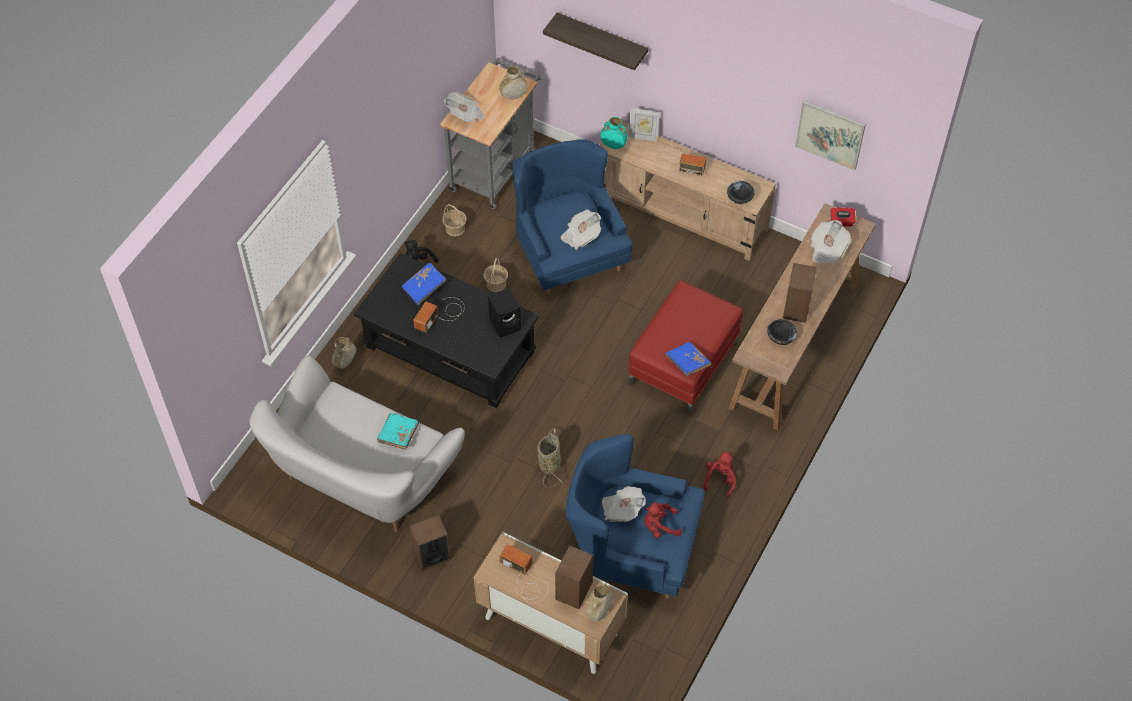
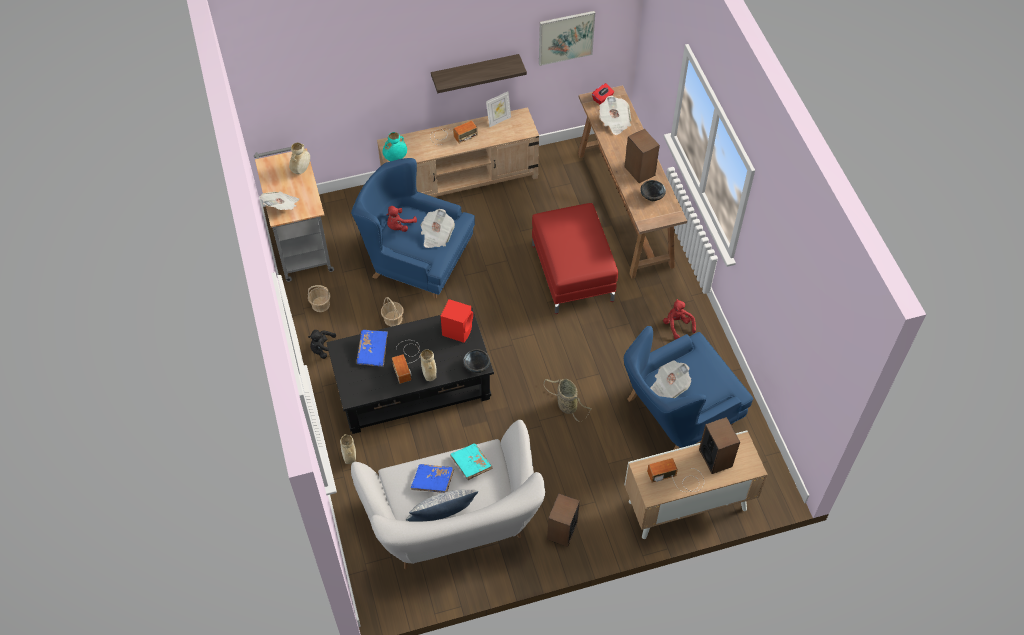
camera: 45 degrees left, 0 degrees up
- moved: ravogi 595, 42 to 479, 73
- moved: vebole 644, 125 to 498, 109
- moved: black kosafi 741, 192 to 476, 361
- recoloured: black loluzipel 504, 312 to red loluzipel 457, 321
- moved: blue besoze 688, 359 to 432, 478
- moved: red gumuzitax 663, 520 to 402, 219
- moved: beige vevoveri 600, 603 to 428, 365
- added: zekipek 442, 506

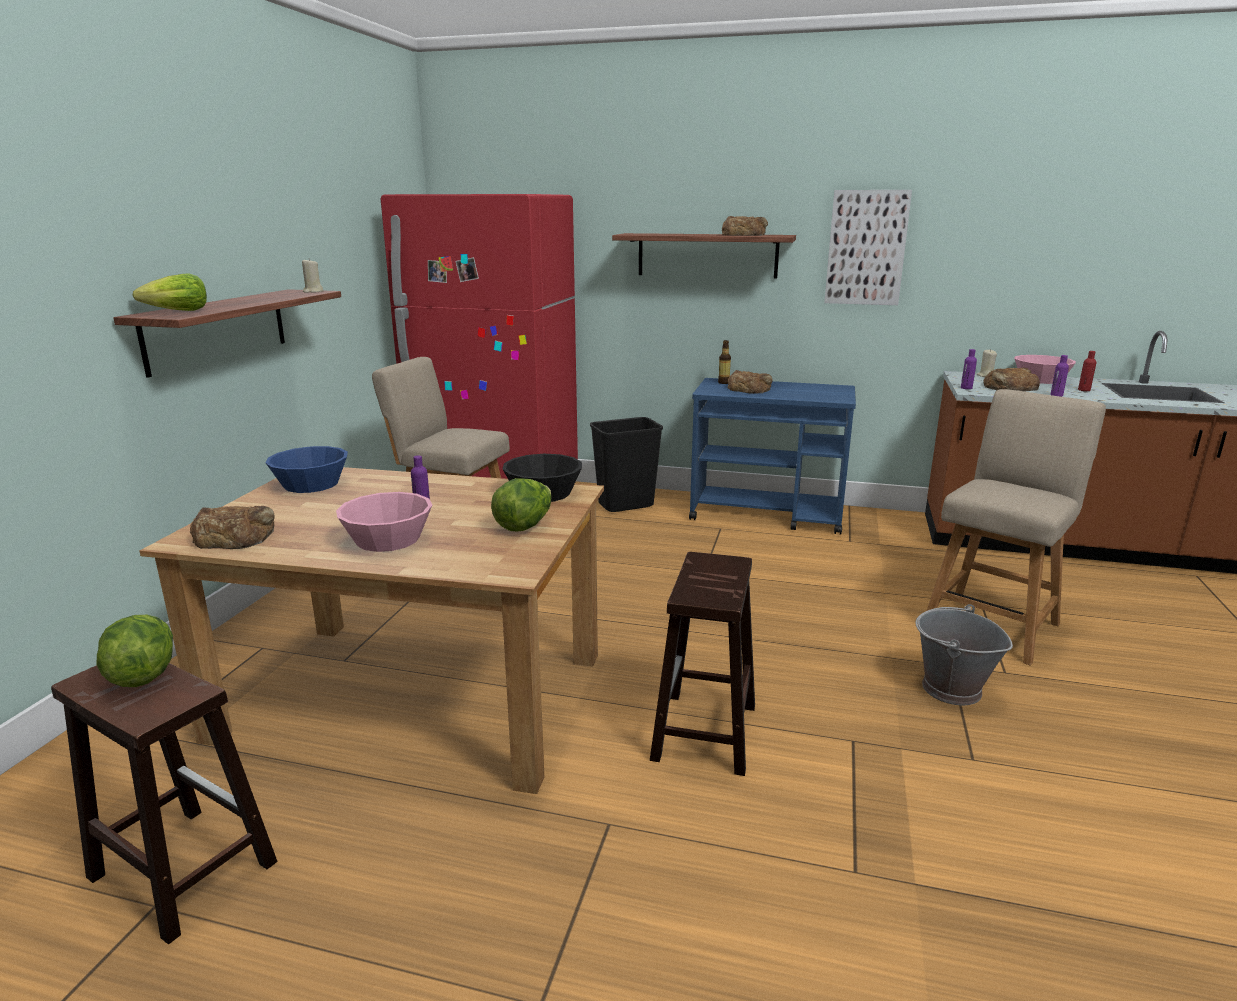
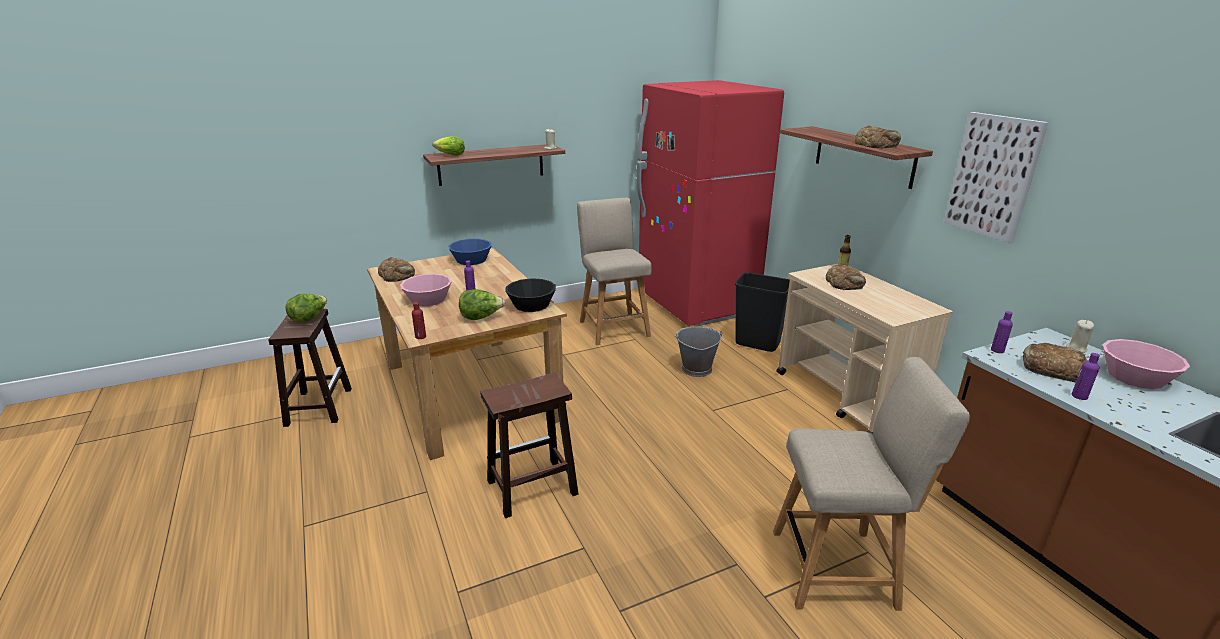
camera: 50 degrees right, 5 degrees up
- moved: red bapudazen 1087, 371 to 419, 320
- recoloured: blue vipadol 772, 456 to beige vipadol 864, 349
- moved: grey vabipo 964, 654 to 699, 351

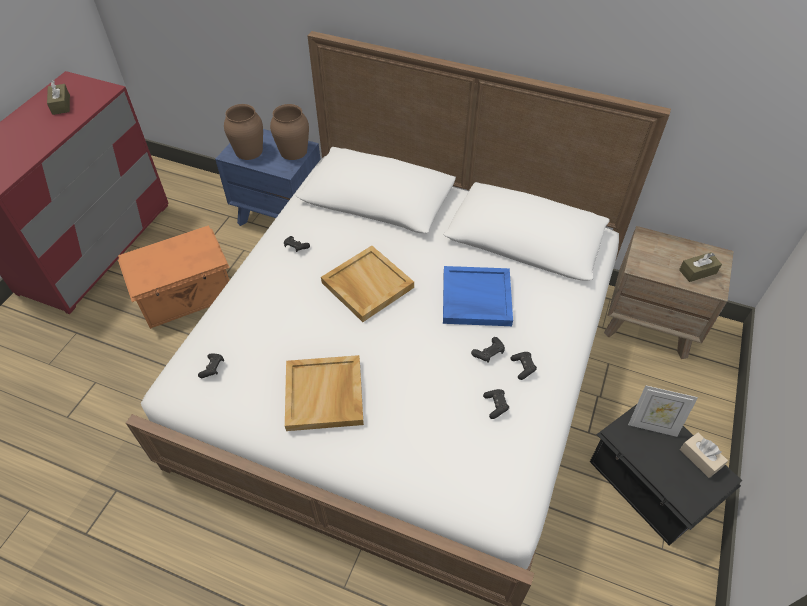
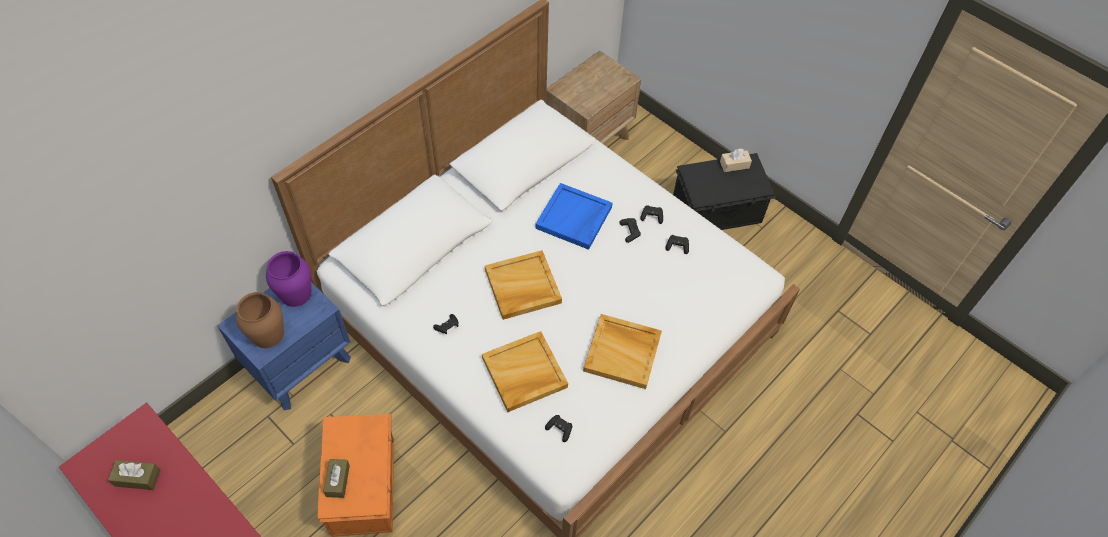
camera: 70 degrees left, 5 degrees up
- recoloured: brown vevoveri 289, 132 to purple vevoveri 288, 279
- moved: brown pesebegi 700, 267 to 336, 478
- removed: vebole 663, 411
- added: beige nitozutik 525, 371

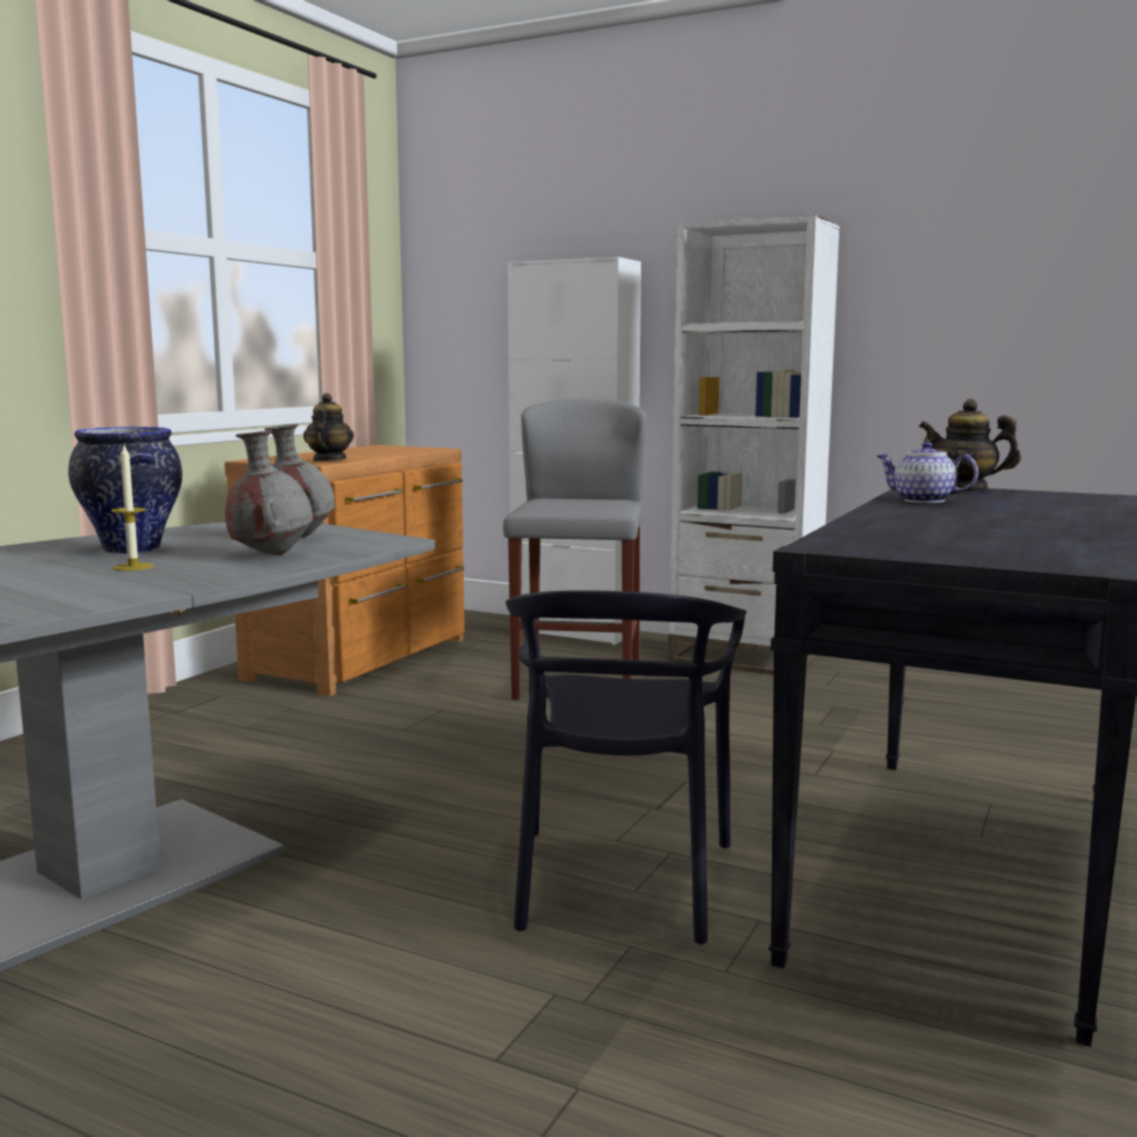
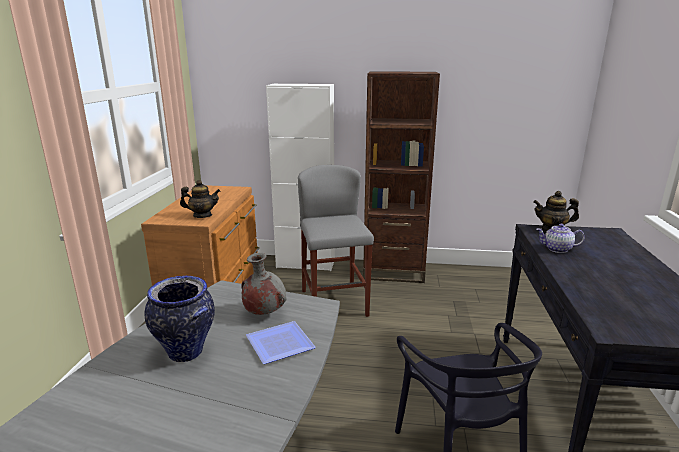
camera: 20 degrees left, 10 degrees up
- recoloured: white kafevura 754, 445 to brown kafevura 401, 177
- turned: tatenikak 329, 427 = 200, 199 105 degrees clockwise
- replaced: grey vevoveri 269, 492 to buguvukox 281, 342
- removed: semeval 132, 508

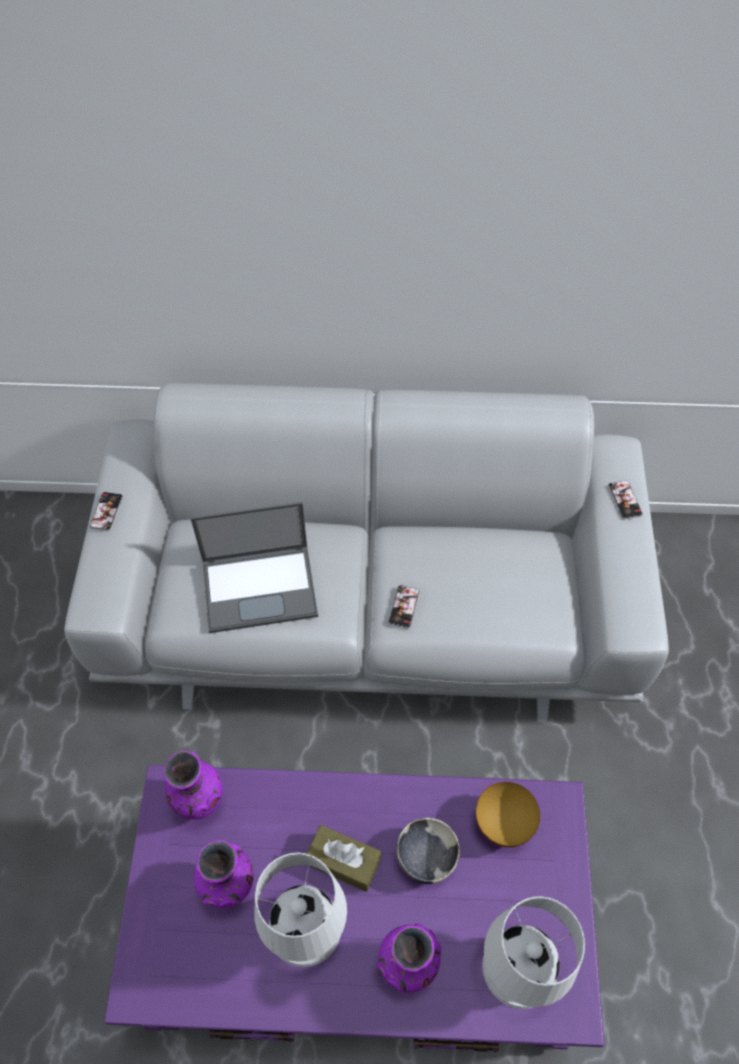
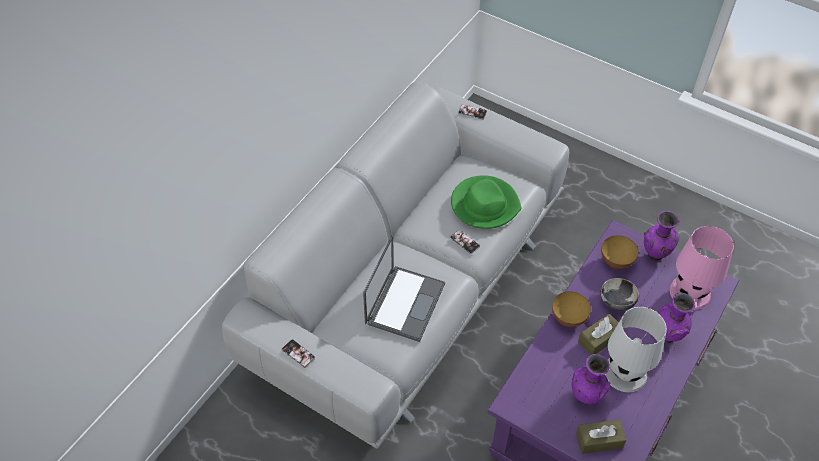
camera: 60 degrees left, 5 degrees down
- moved: purple vevoveri 193, 784 to 661, 236
- recoloured: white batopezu 533, 952 to pink batopezu 701, 268
- added: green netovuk 486, 202
- added: kosafi 571, 309
- added: brown pesebegi 601, 437

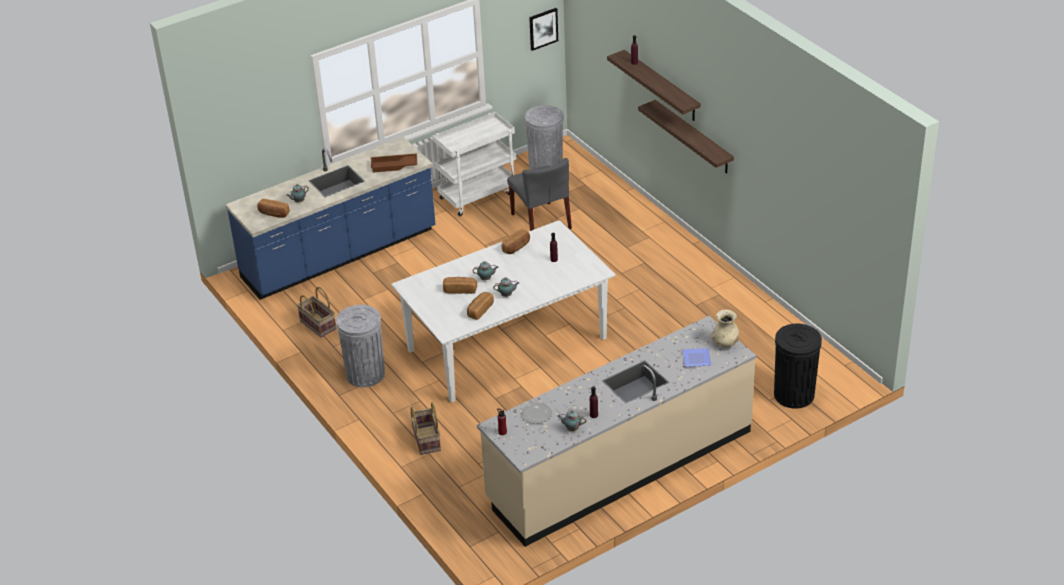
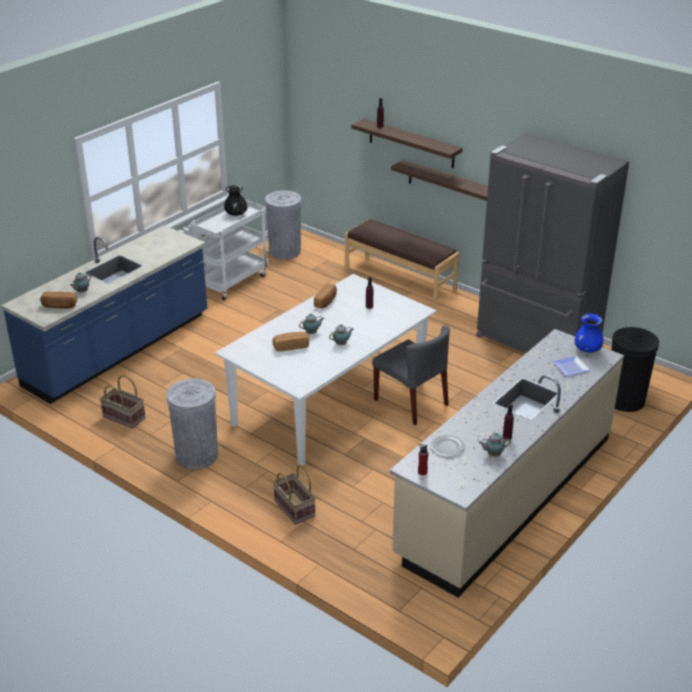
camera: 20 degrees left, 5 degrees down
- removed: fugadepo 543, 29
- removed: brown nitozutik 394, 163
- moved: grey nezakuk 539, 194 to 411, 375
- removed: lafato 480, 306
- recoloured: beige vevoveri 725, 328 to blue vevoveri 589, 333
- added: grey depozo 552, 242
- added: black vevoveri 235, 200
- added: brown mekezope 402, 262

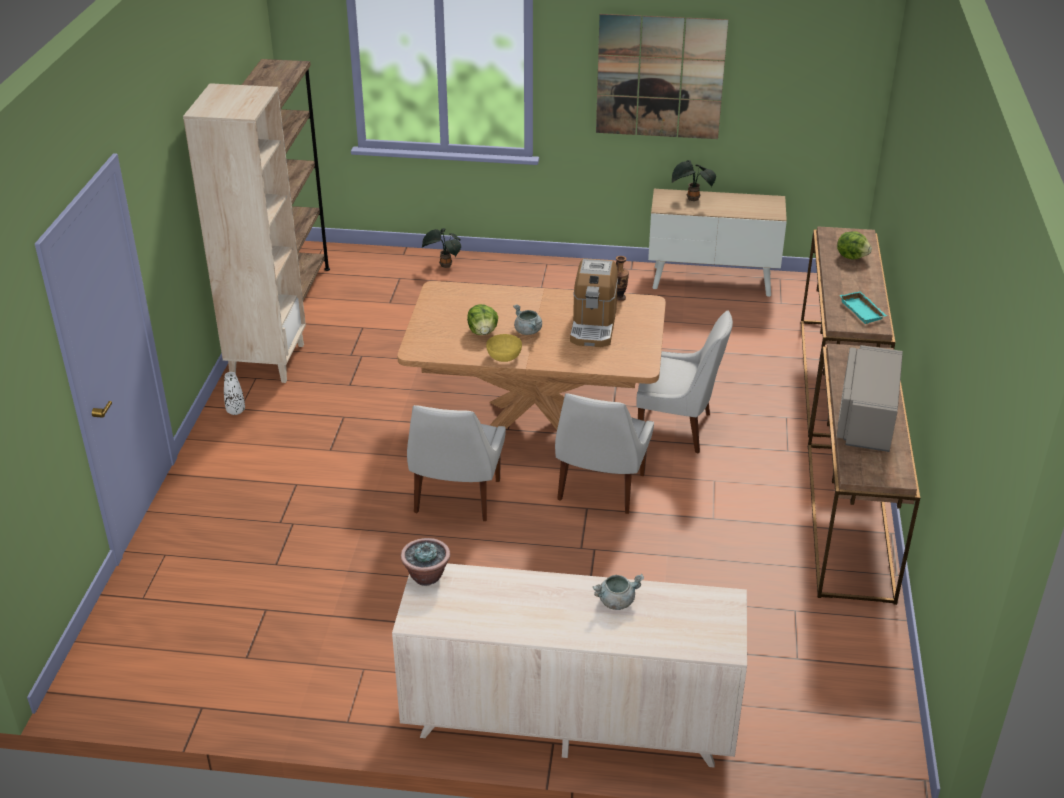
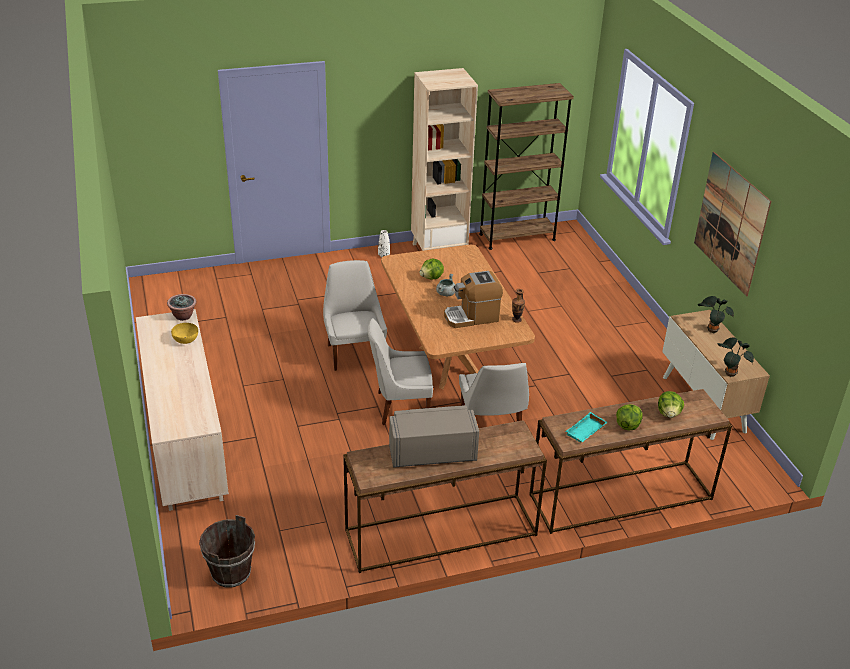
camera: 65 degrees right, 0 degrees up
- moved: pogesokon 441, 248 to 735, 357
- moved: yellow kosafi 504, 348 to 184, 333
- turned: white nezakuk 456, 463 = 355, 315 90 degrees clockwise
- removed: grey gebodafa 618, 592
- added: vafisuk 629, 417
- added: brown vabipo 227, 551

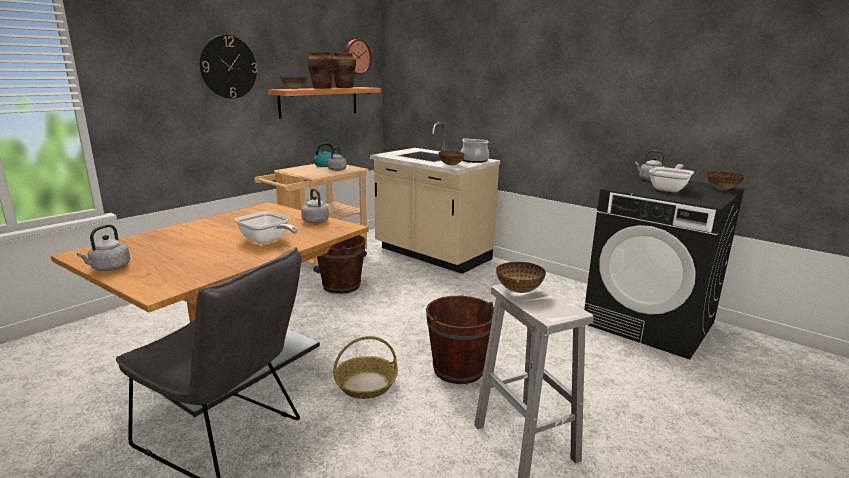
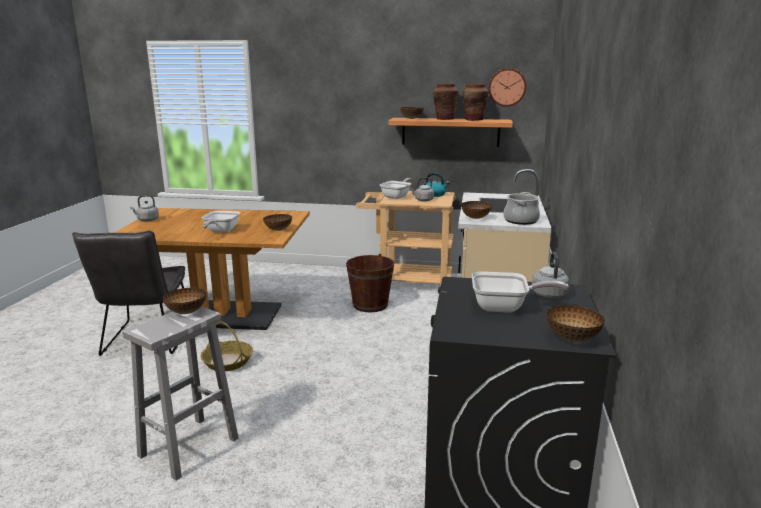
camera: 60 degrees right, 0 degrees up
- removed: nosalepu 229, 67
- replaced: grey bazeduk 315, 205 to kosafi 277, 222
- removed: brown vabipo 460, 340
- added: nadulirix 396, 188

